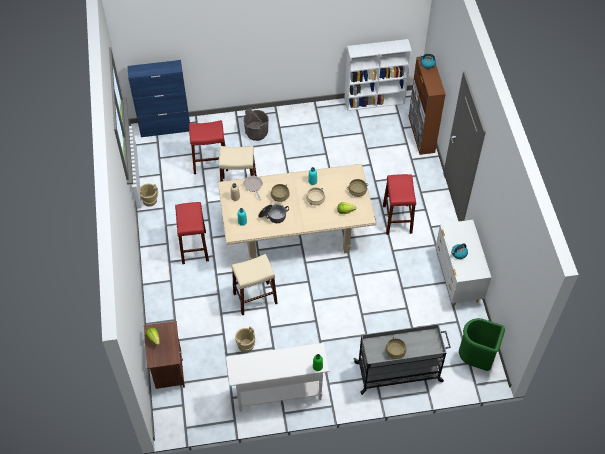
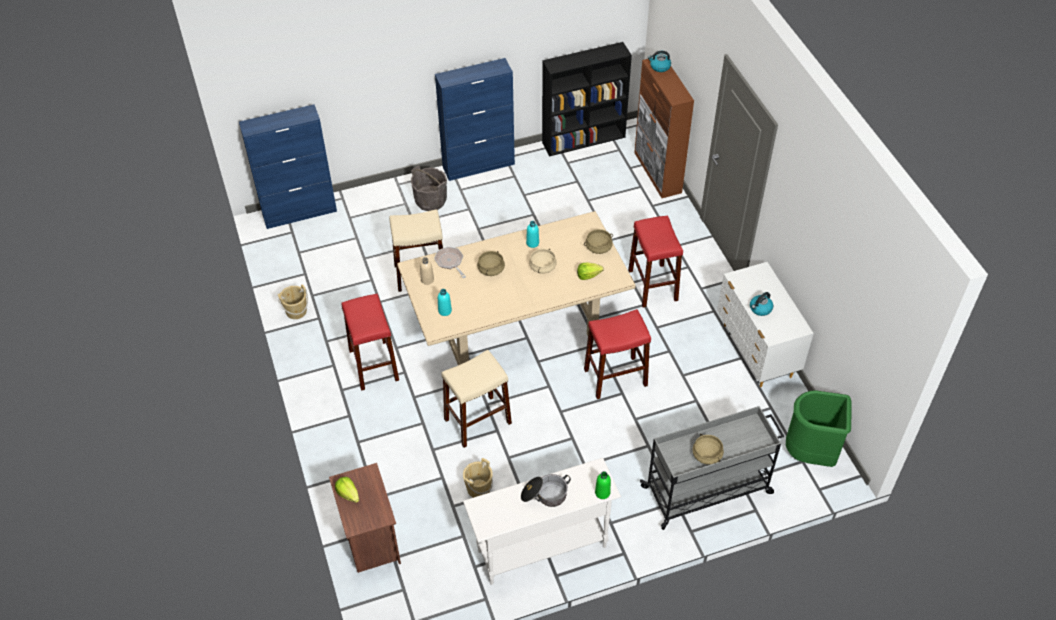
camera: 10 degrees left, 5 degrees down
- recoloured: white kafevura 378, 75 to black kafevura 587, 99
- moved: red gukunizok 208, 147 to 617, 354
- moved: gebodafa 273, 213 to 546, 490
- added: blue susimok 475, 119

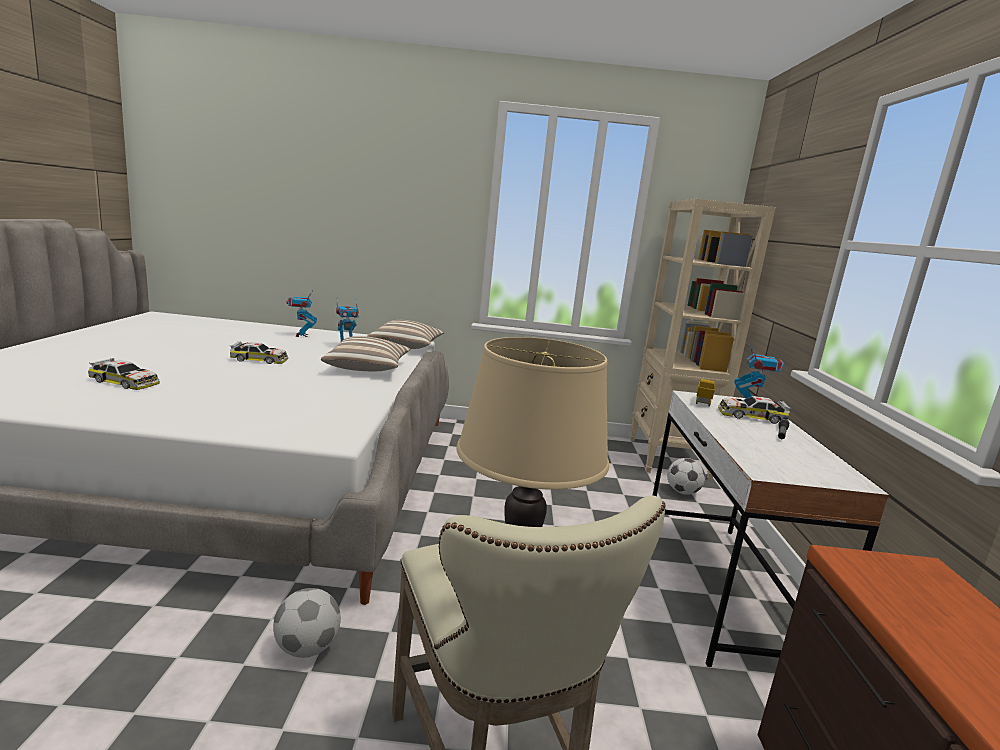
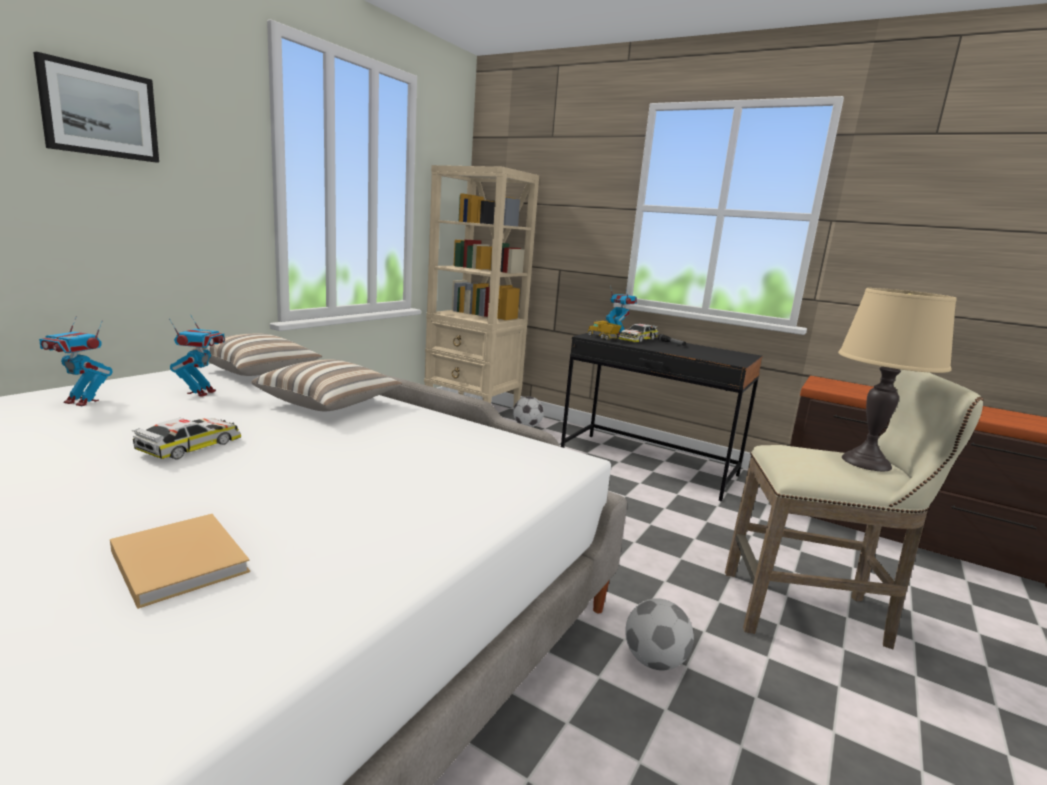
camera: 60 degrees left, 0 degrees up
- replaced: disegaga 124, 374 to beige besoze 180, 561
- recoloured: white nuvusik 771, 528 to black nuvusik 662, 416
- added: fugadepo 96, 107

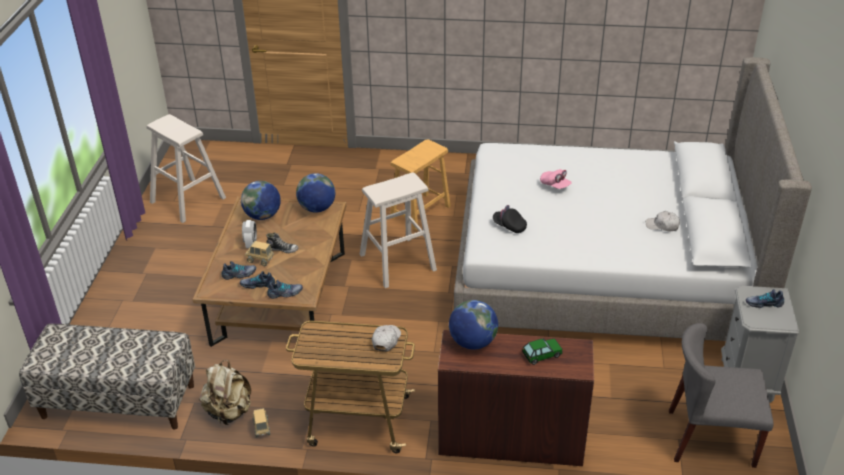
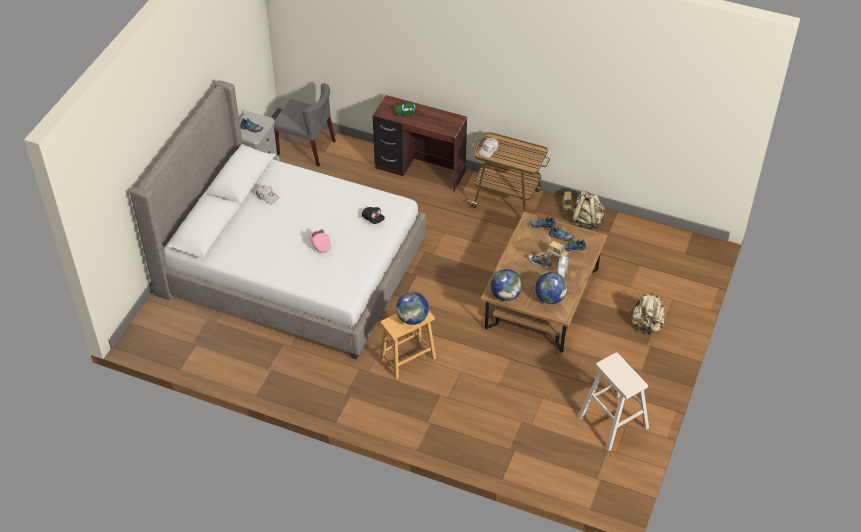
camera: 165 degrees left, 10 degrees up
- removed: beige gukunizok 398, 230
- moved: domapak 473, 325 to 412, 308
- removed: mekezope 107, 377
- added: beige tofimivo 648, 313

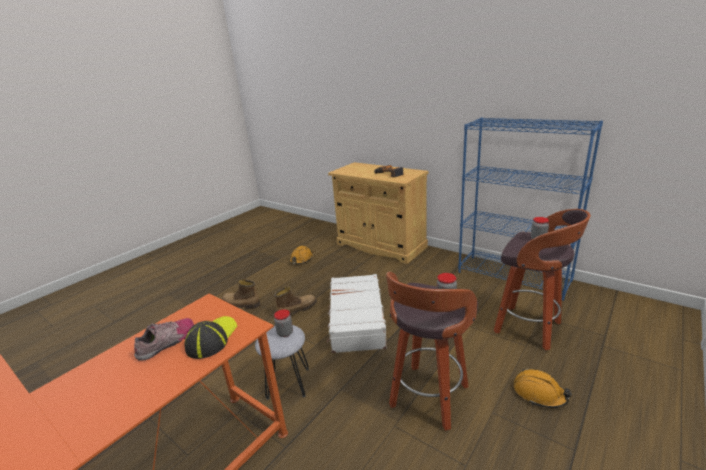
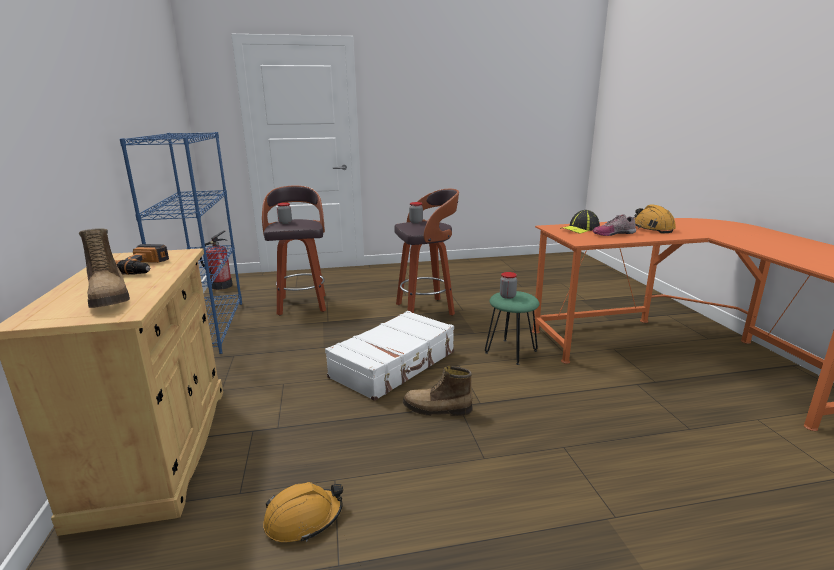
camera: 140 degrees left, 5 degrees down
- moved: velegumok 241, 294 to 104, 268
- recoloured: grey gukunizok 282, 362 to green gukunizok 512, 328
- moved: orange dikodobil 543, 388 to 655, 218
- added: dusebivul 216, 260

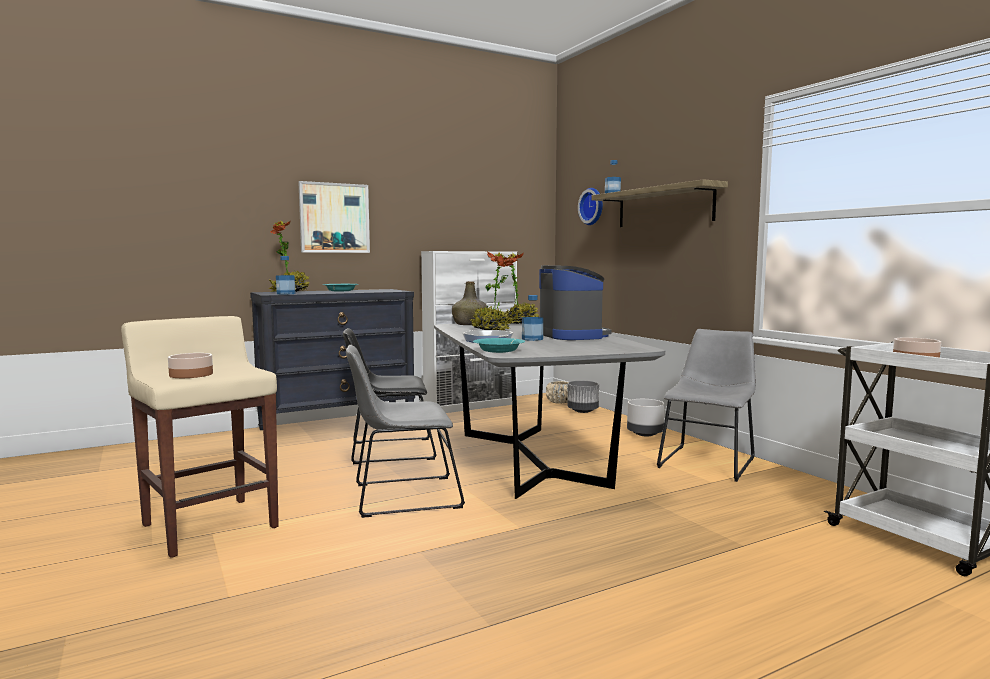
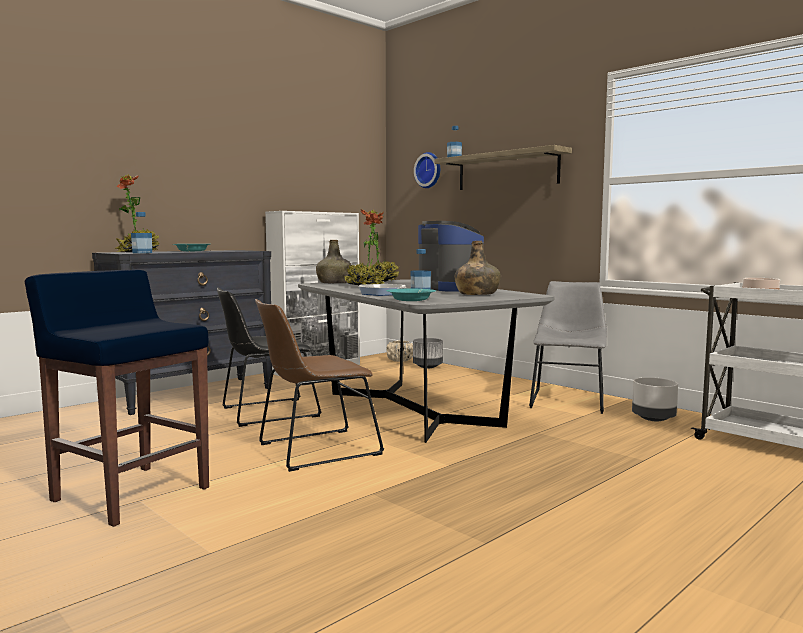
camera: 15 degrees left, 0 degrees up
- removed: fugadepo 334, 217
- recoloured: beige gukunizok 200, 437 to blue gukunizok 117, 398
- recoloured: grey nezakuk 405, 431 to brown nezakuk 319, 385
- removed: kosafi 190, 365
- moved: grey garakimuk 646, 417 to 655, 399
- added: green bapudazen 478, 268

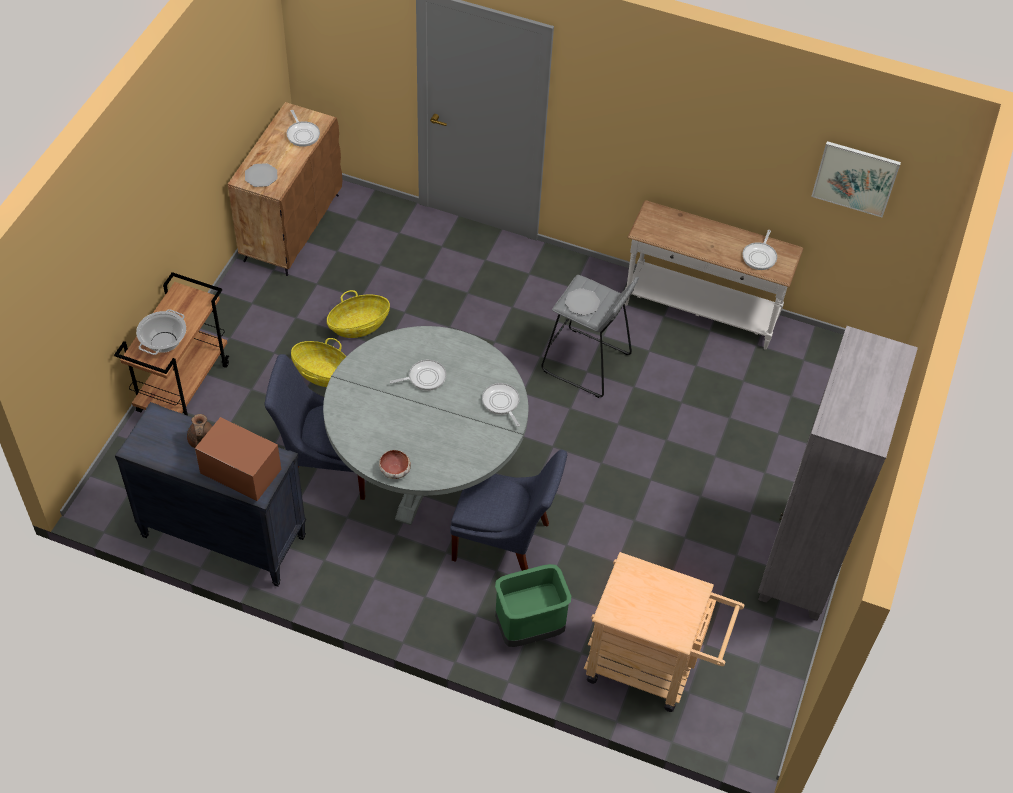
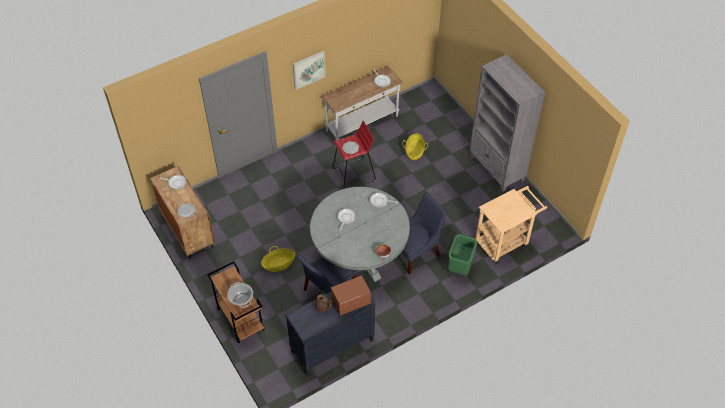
camera: 50 degrees left, 0 degrees up
- moved: fugadepo 856, 179 to 309, 70
- recoloured: grey gukunizok 590, 336 to red gukunizok 354, 154
- moved: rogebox 358, 314 to 415, 146

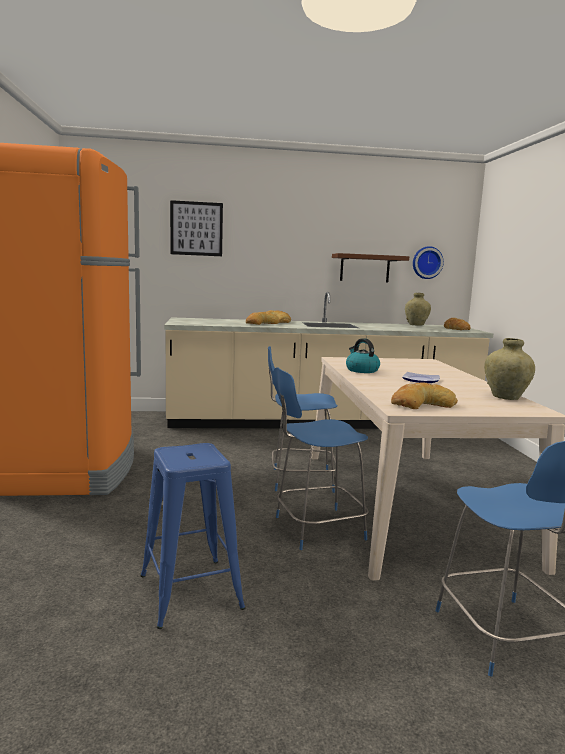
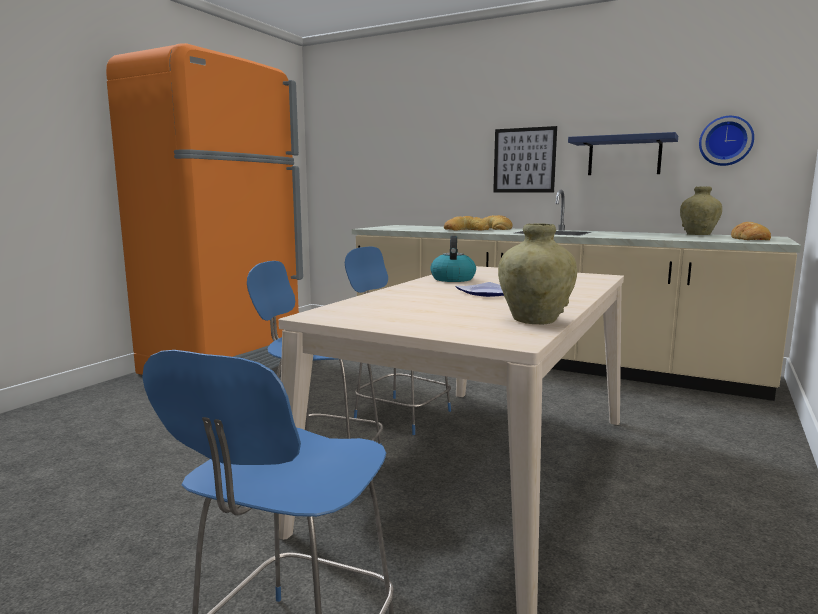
camera: 35 degrees right, 0 degrees up
- moved: fugadepo 196, 228 to 525, 159
- recoloured: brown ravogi 370, 267 to blue ravogi 623, 153
- removed: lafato 424, 395
- removed: blue gukunizok 192, 536

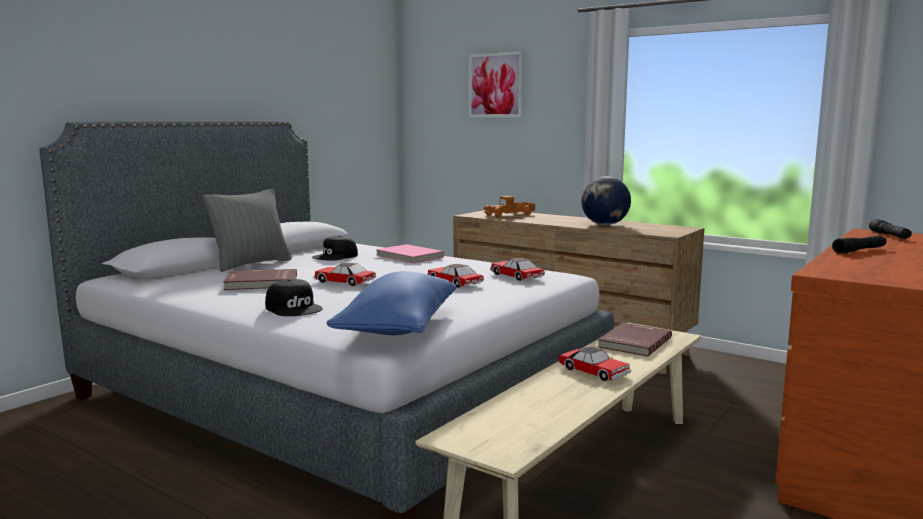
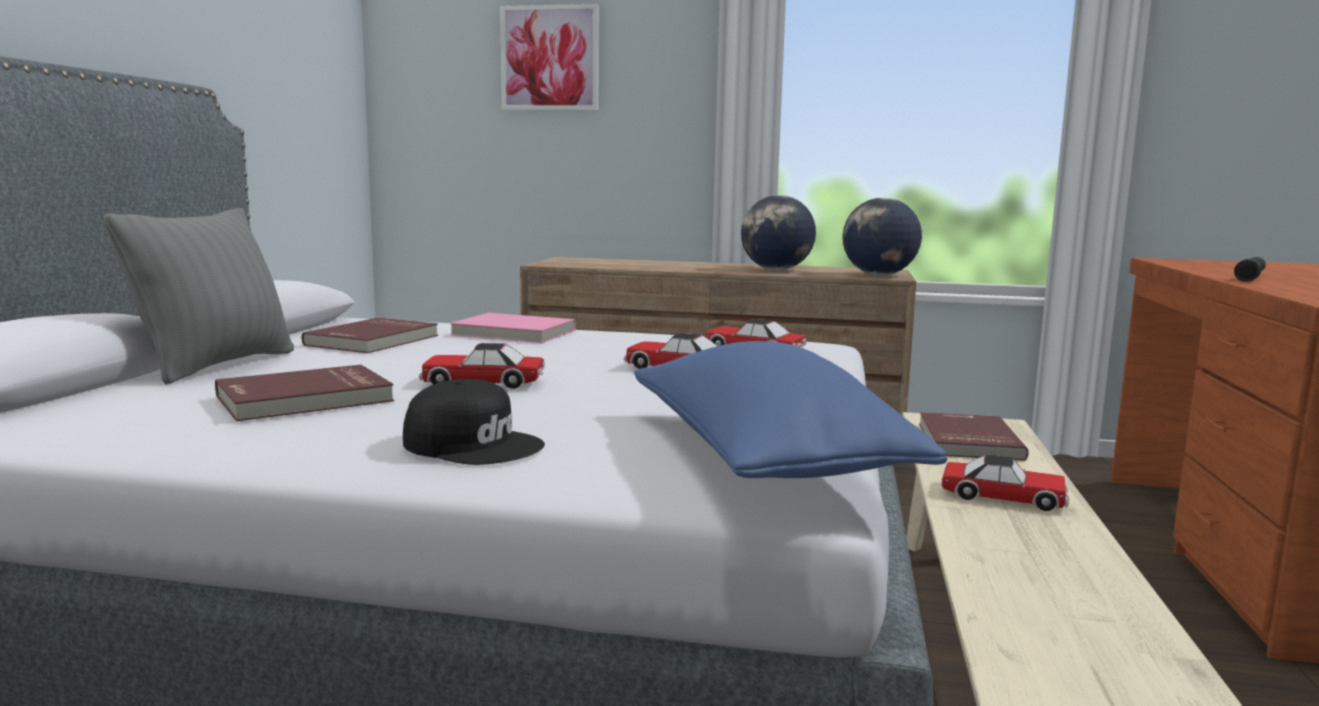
camera: 25 degrees left, 0 degrees up
- removed: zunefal 509, 207
- removed: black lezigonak 890, 229
- replaced: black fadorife 335, 248 to red besoze 370, 335
- added: domapak 882, 236

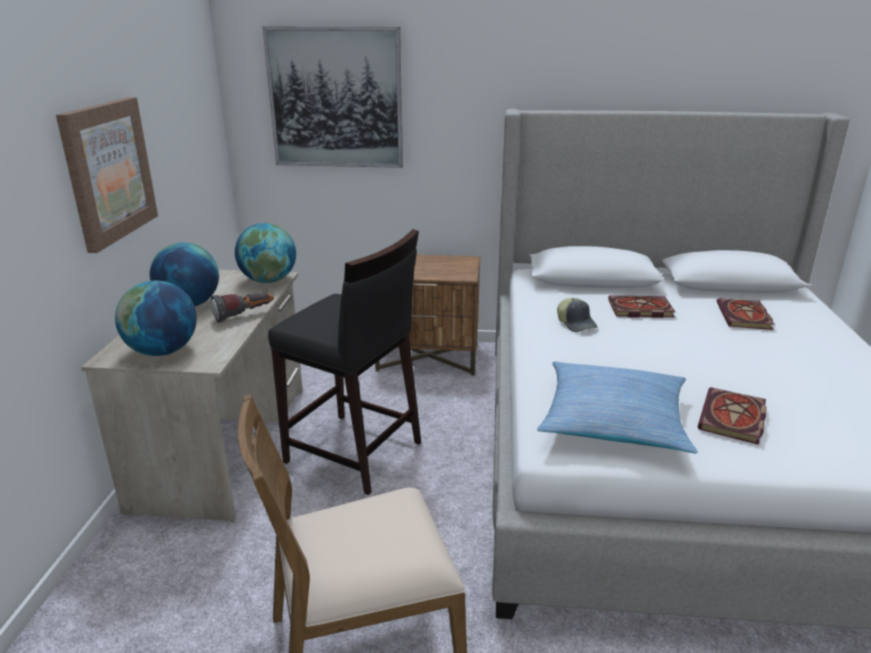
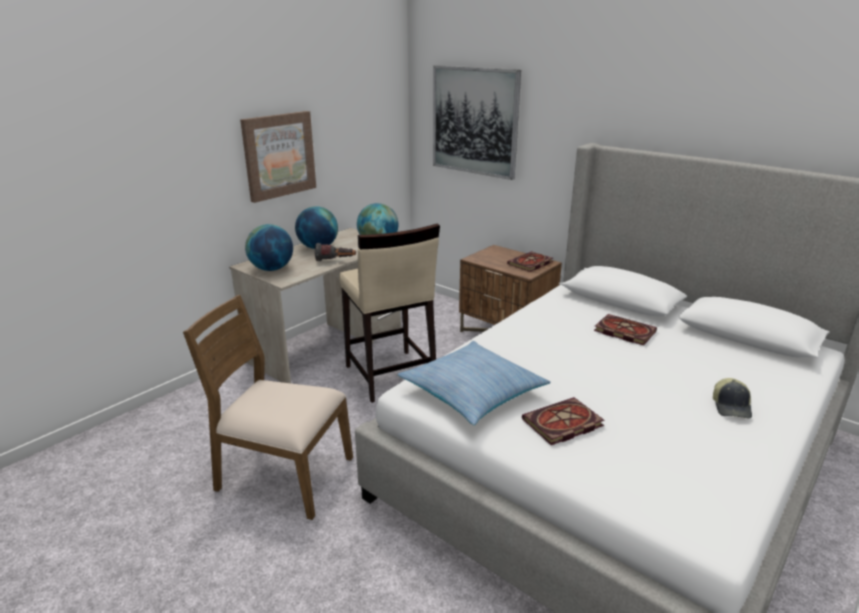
camera: 35 degrees right, 0 degrees up
- recoloured: black gukunizok 344, 362 to beige gukunizok 389, 313
- moved: fadorife 577, 315 to 732, 398
- moved: besoze 746, 314 to 530, 261

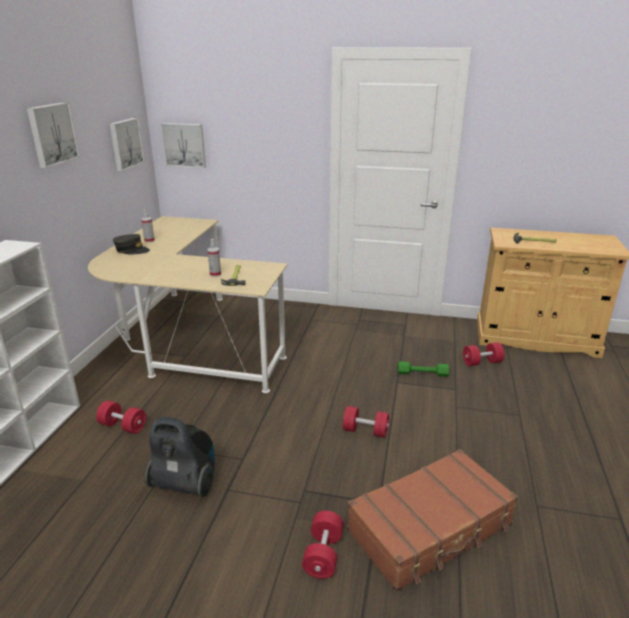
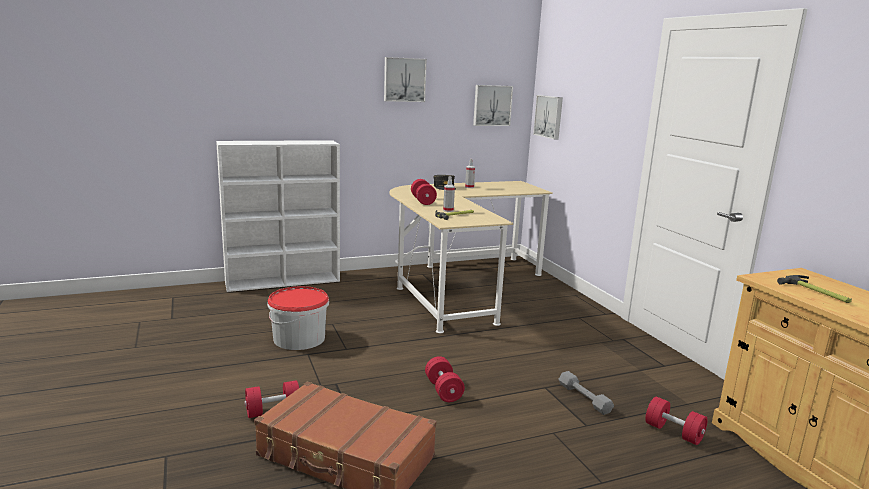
camera: 55 degrees right, 10 degrees down
- recoloured: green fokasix 423, 369 to grey fokasix 586, 393
- moved: red fokasix 121, 417 to 424, 192
- replaced: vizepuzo 179, 457 to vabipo 298, 318

